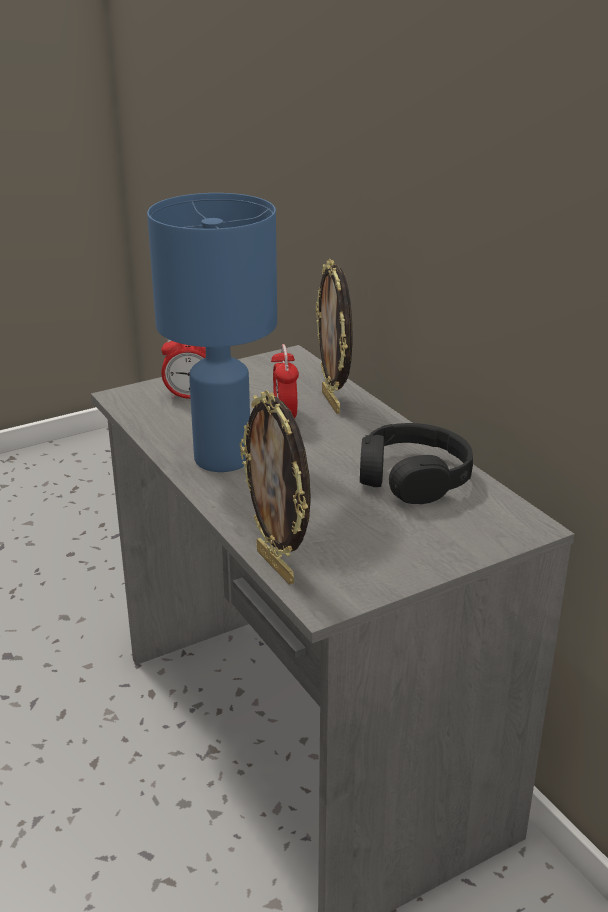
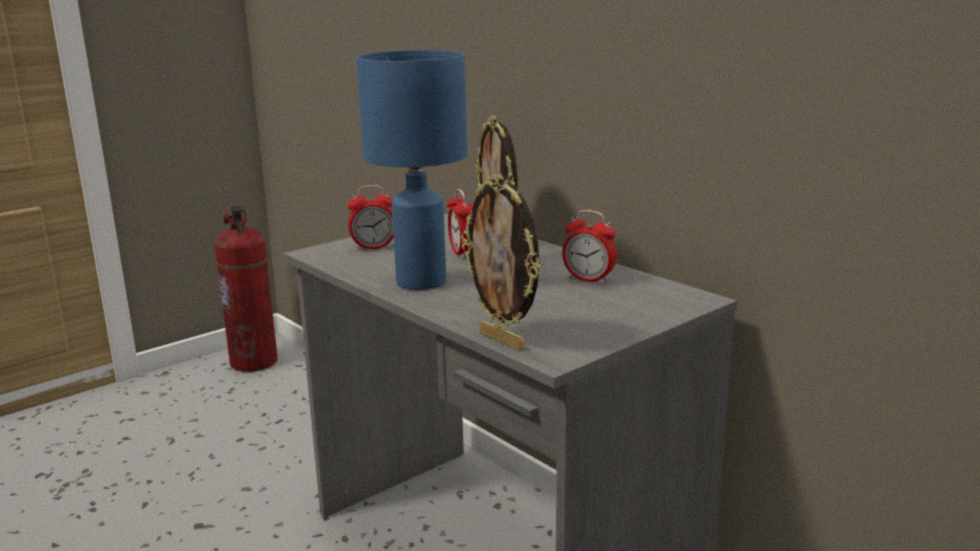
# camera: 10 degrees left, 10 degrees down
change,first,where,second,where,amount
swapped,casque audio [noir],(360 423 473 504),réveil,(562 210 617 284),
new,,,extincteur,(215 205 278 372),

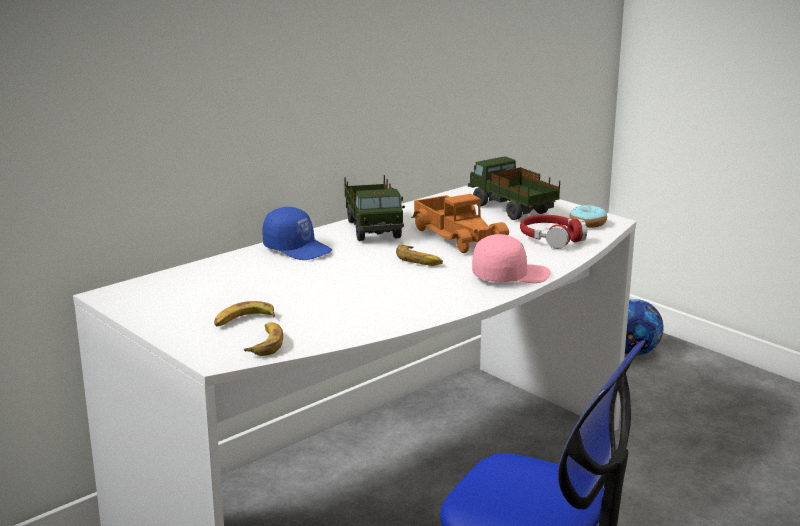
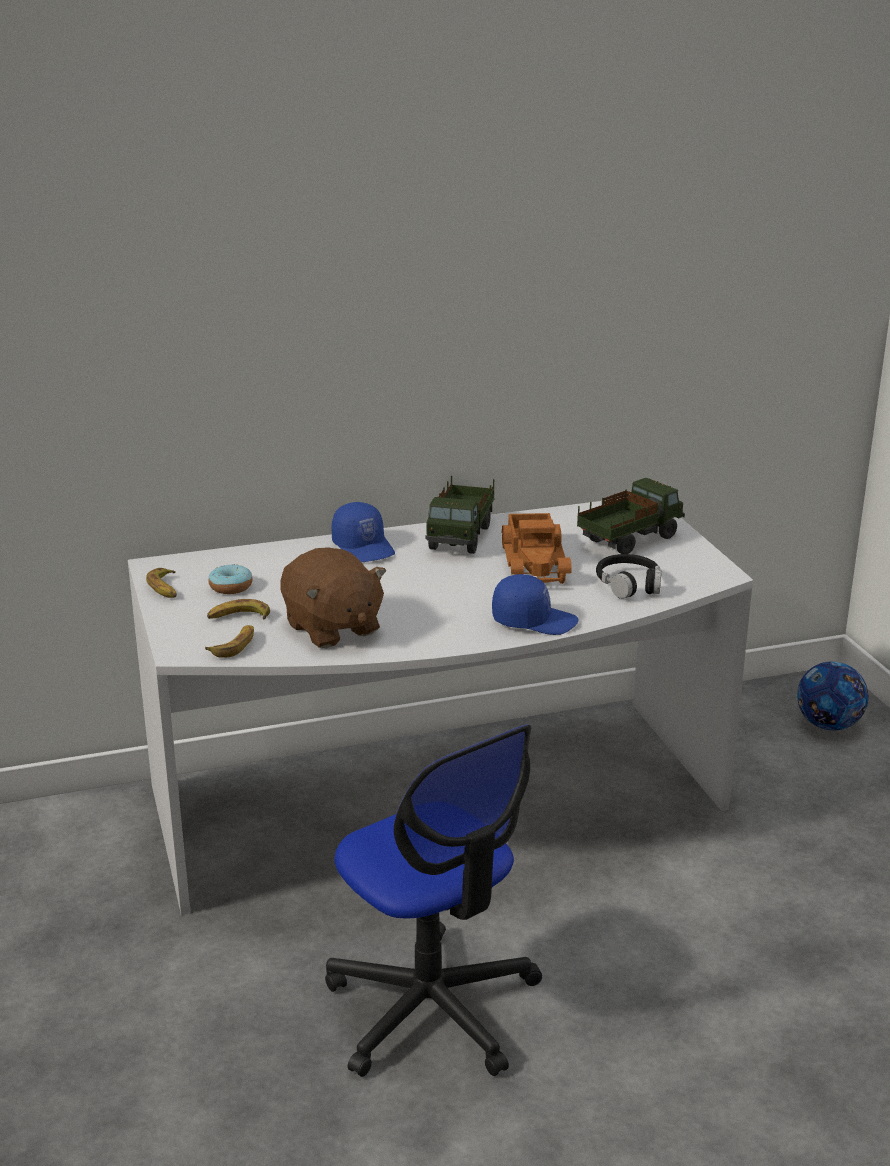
# camera: 25 degrees right, 5 degrees up
change,first,where,second,where,amount
shifted,banane,(396 245 443 266),,(146 568 177 598),
rotated,camion jouet,(468 156 560 220),,(577 478 685 554),60 degrees clockwise
repainted,casquette [rose],(472 234 551 283),casquette [bleu],(492 574 578 635),
repainted,casque audio [rouge],(520 215 587 249),casque audio [noir],(596 554 661 599),
shifted,beignet,(570 205 607 228),,(209 564 253 594),
new,,,peluche [marron],(280 547 386 648),

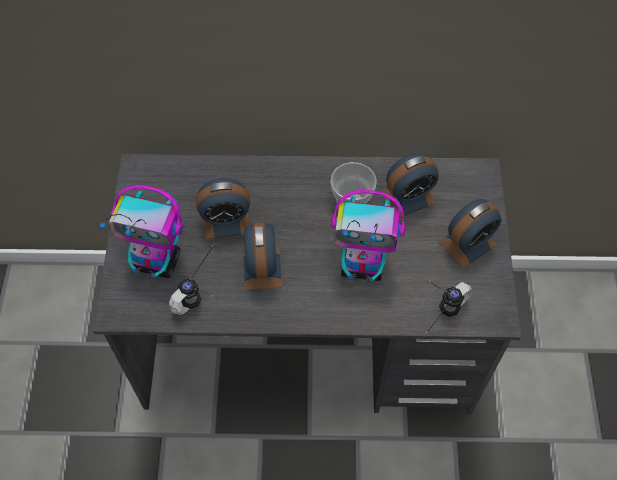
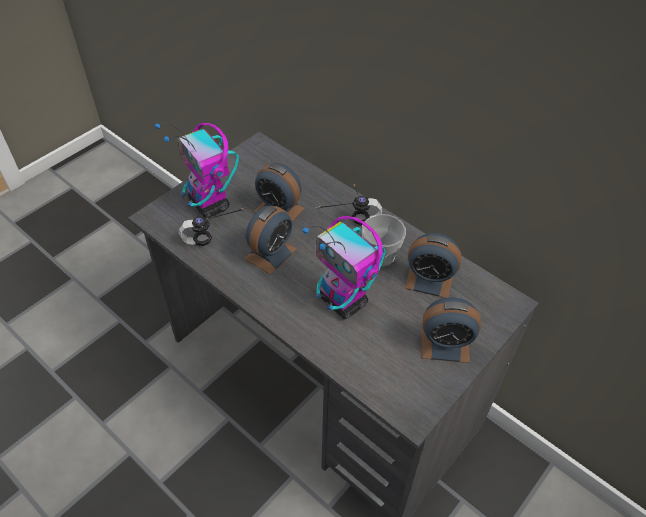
# camera: 40 degrees right, 10 degrees down
change,first,where,second,where,amount
shifted,casque audio,(424 281 473 336),,(316 184 383 225),

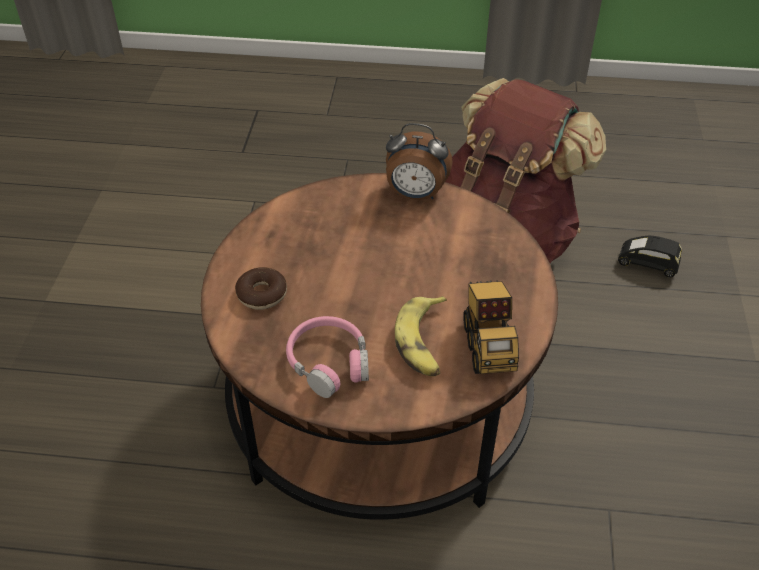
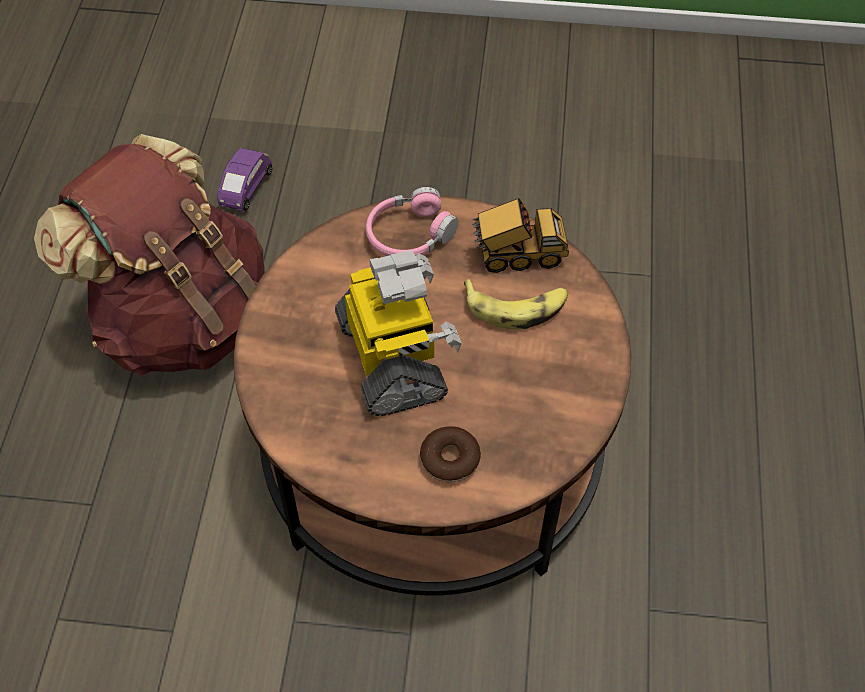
# camera: 90 degrees left, 10 degrees up
change,first,where,second,where,amount
shifted,casque audio [rose],(286 316 369 398),,(366 187 459 256),
gone,réveil,(386 123 453 200),,,
repainted,petite voiture [noir],(618 236 682 278),petite voiture [violet],(217 148 272 211),
new,,,robot jouet,(335 250 462 416),

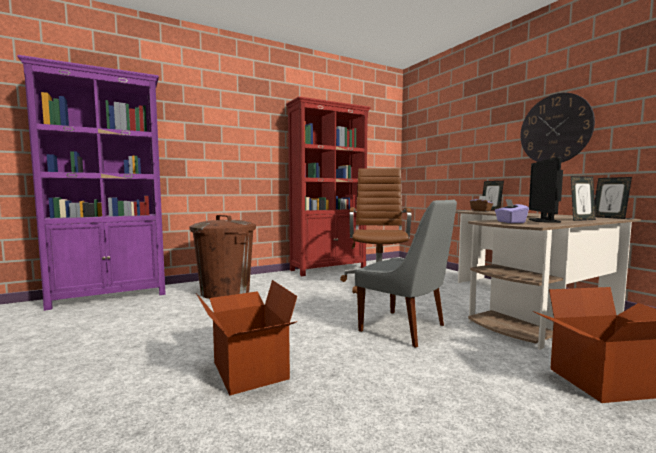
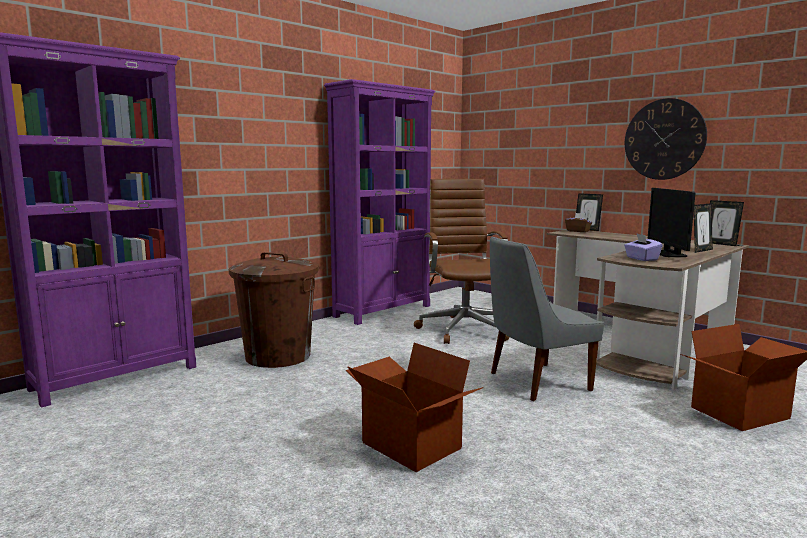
# camera: 15 degrees left, 5 degrees up
change,first,where,second,where,amount
repainted,bibliothèque [rouge],(286 96 371 276),bibliothèque [violet],(324 79 436 325),
rotated,chaise [gris],(355 200 457 348),,(490 236 604 401),135 degrees clockwise

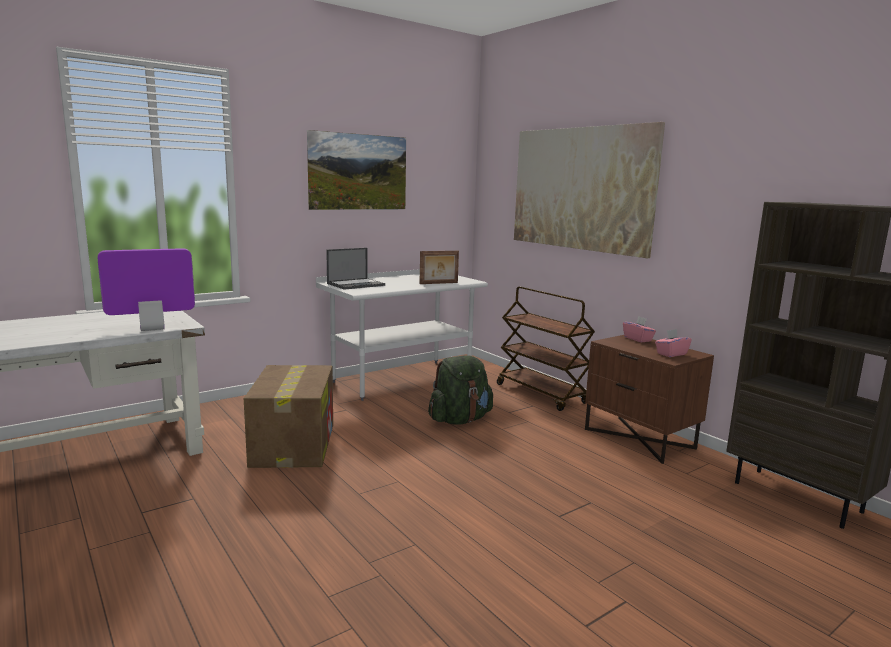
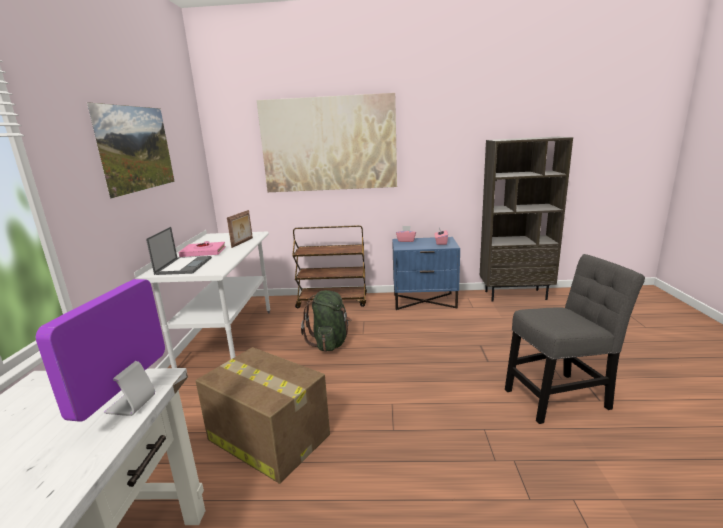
# camera: 50 degrees left, 5 degrees up
change,first,where,second,where,amount
repainted,table de chevet [marron],(585 335 714 464),table de chevet [bleu],(392 237 460 310),
new,,,livre [rose],(179 241 226 257),
new,,,chaise [gris],(505 254 645 424),

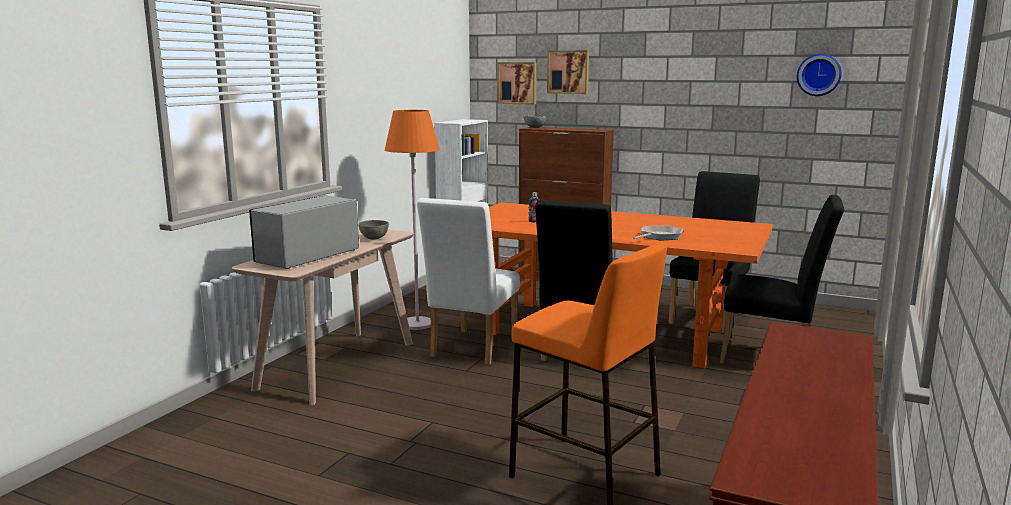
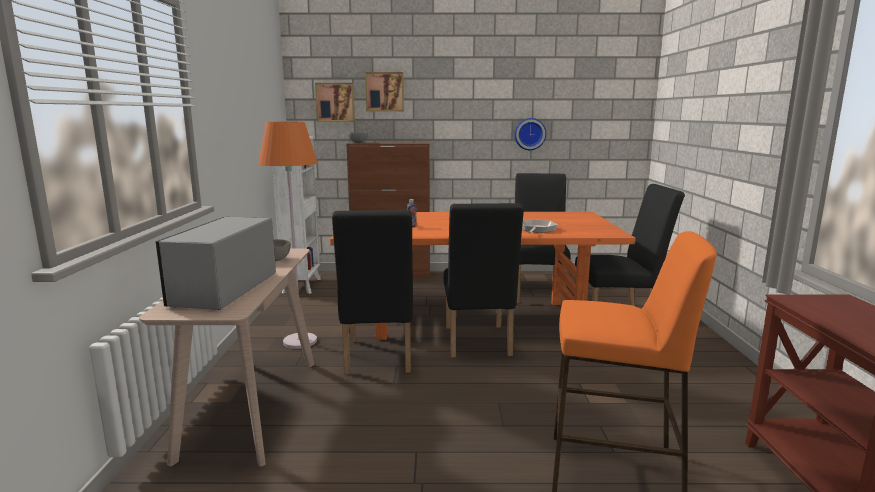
# camera: 25 degrees left, 0 degrees up
change,first,where,second,where,amount
repainted,chaise [blanc],(417 198 520 366),chaise [noir],(332 210 413 375),
shifted,horloge murale,(797 54 842 96),,(514 118 546 150),

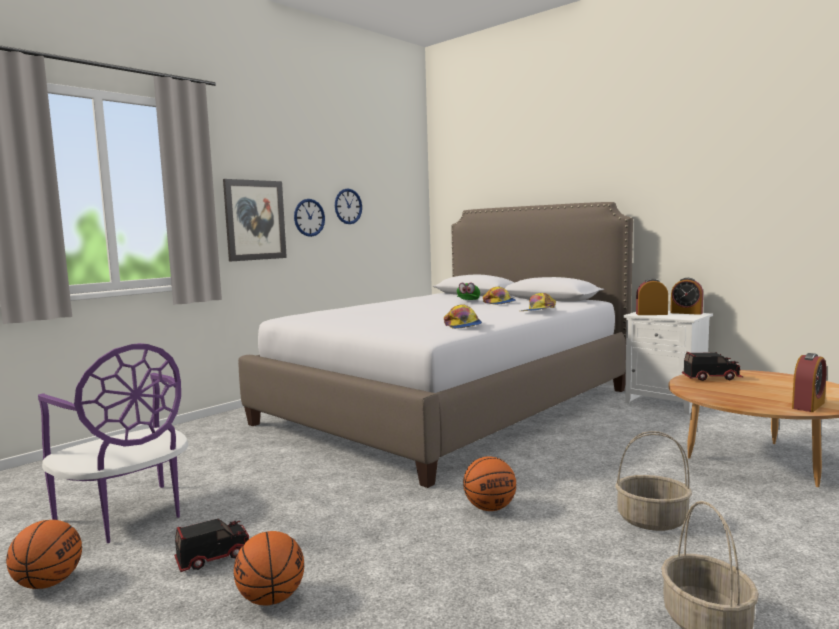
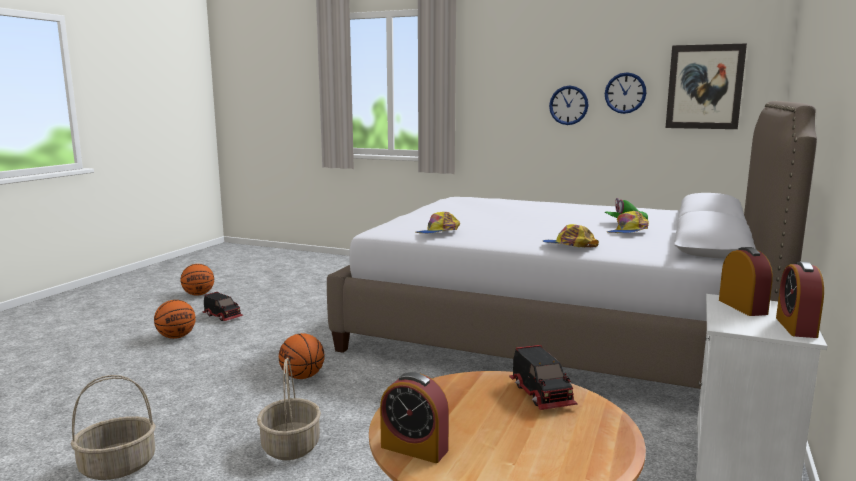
# camera: 70 degrees right, 5 degrees up
change,first,where,second,where,amount
gone,chaise [violet],(38 343 188 543),,,
shifted,tableau,(223 179 287 261),,(666 43 747 129),

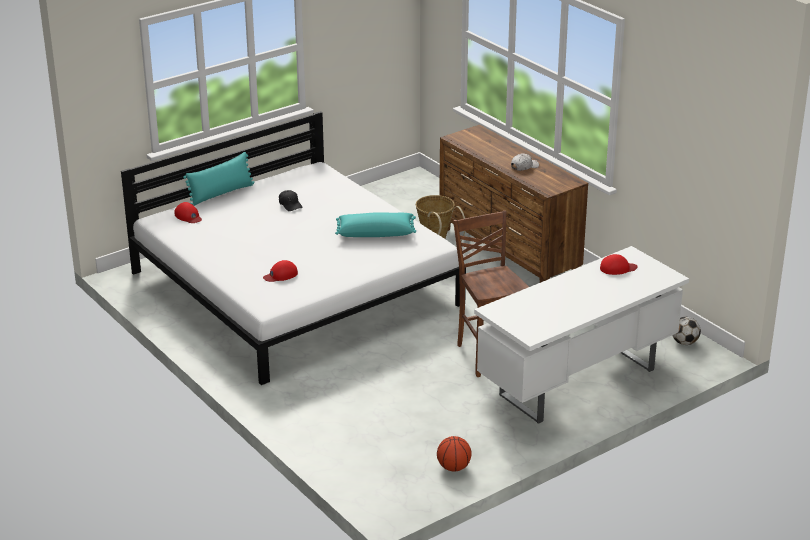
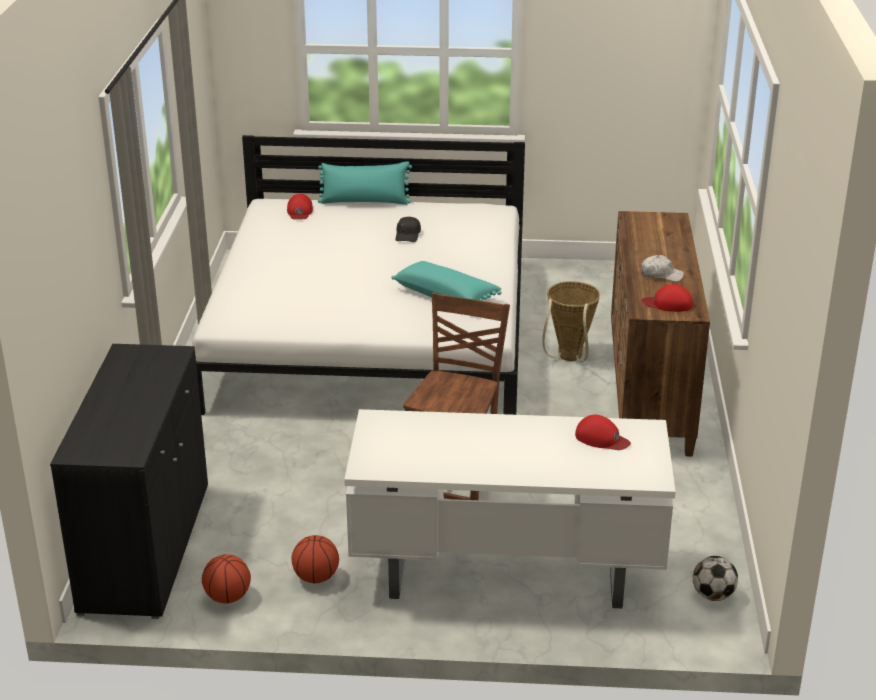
# camera: 40 degrees right, 0 degrees up
change,first,where,second,where,amount
shifted,casquette [rouge],(263 260 298 282),,(641 284 693 312),
new,,,meuble de rangement [noir],(50 344 208 619),
new,,,ballon de basket,(292 535 339 583),

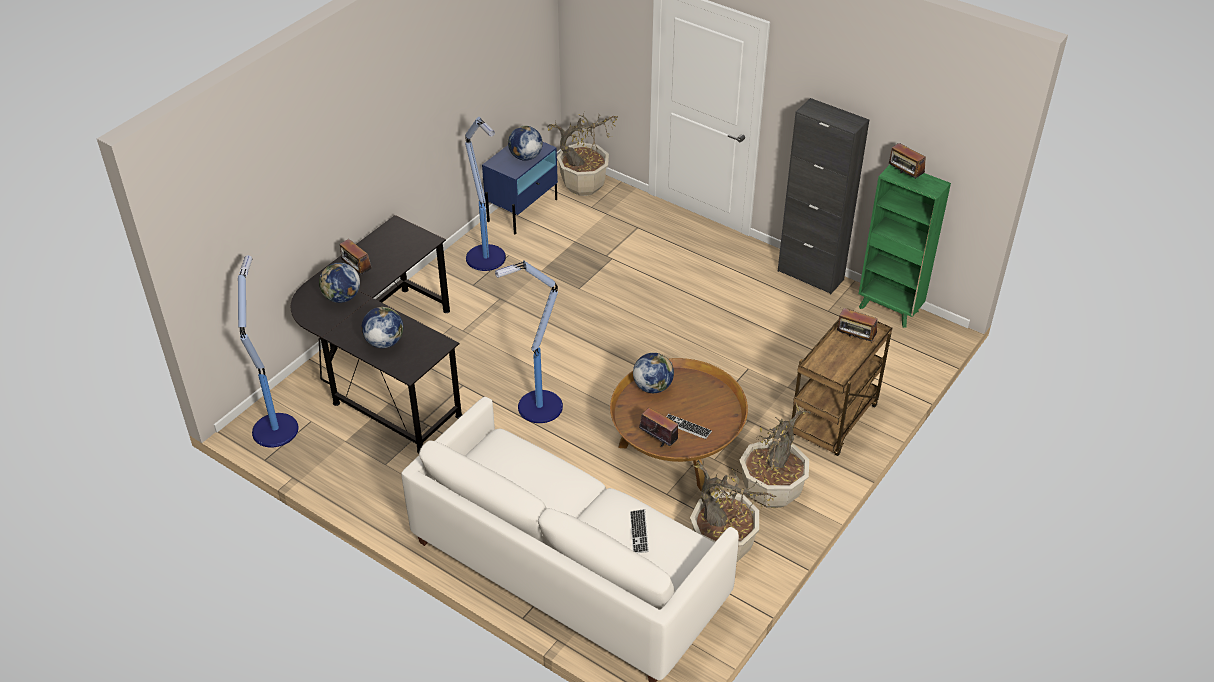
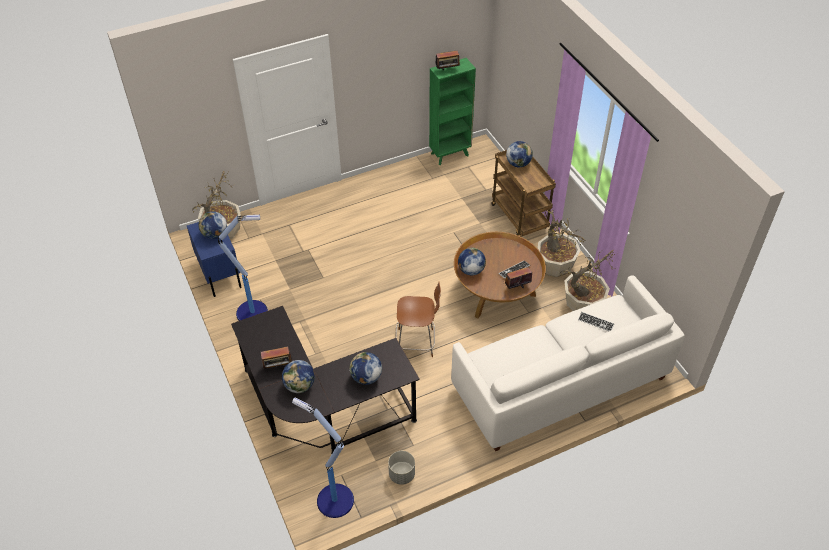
# camera: 60 degrees left, 5 degrees up
change,first,where,second,where,amount
swapped,lampadaire,(495 260 563 423),tabouret [marron],(395 283 441 357),
gone,meuble de rangement [noir],(778 98 869 294),,,
swapped,radio,(837 308 878 343),globe,(506 141 533 167),
new,,,cache-pot [gris],(388 451 415 485),

